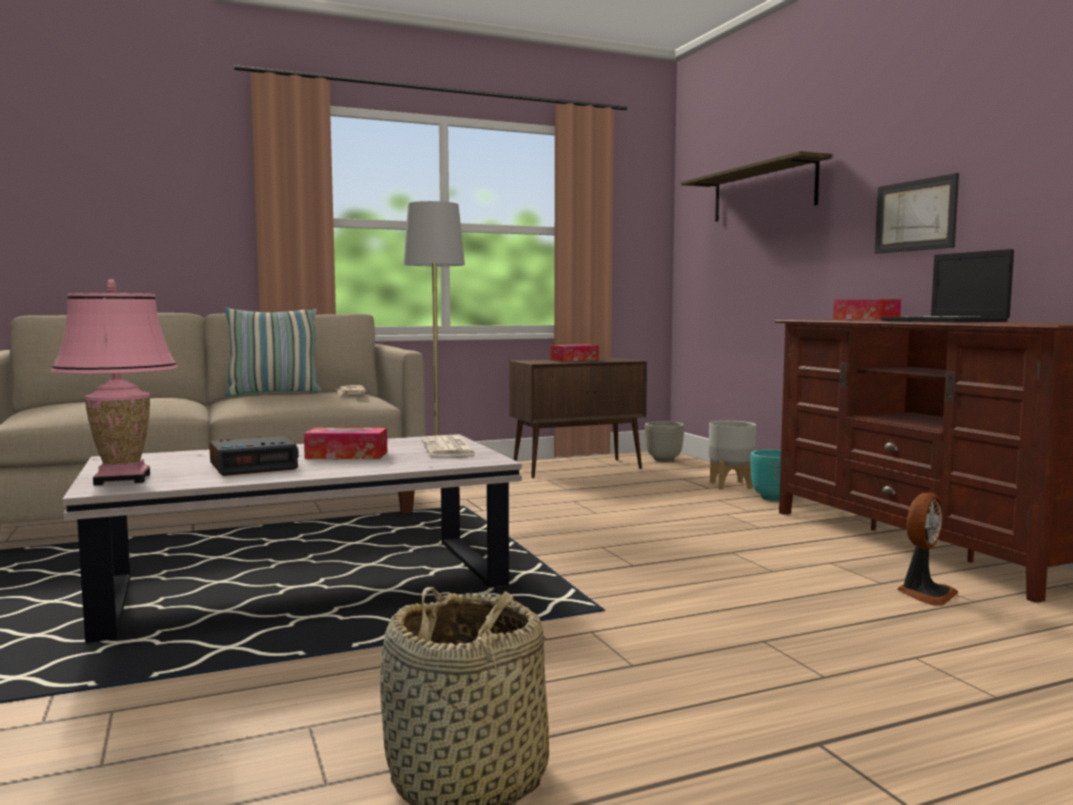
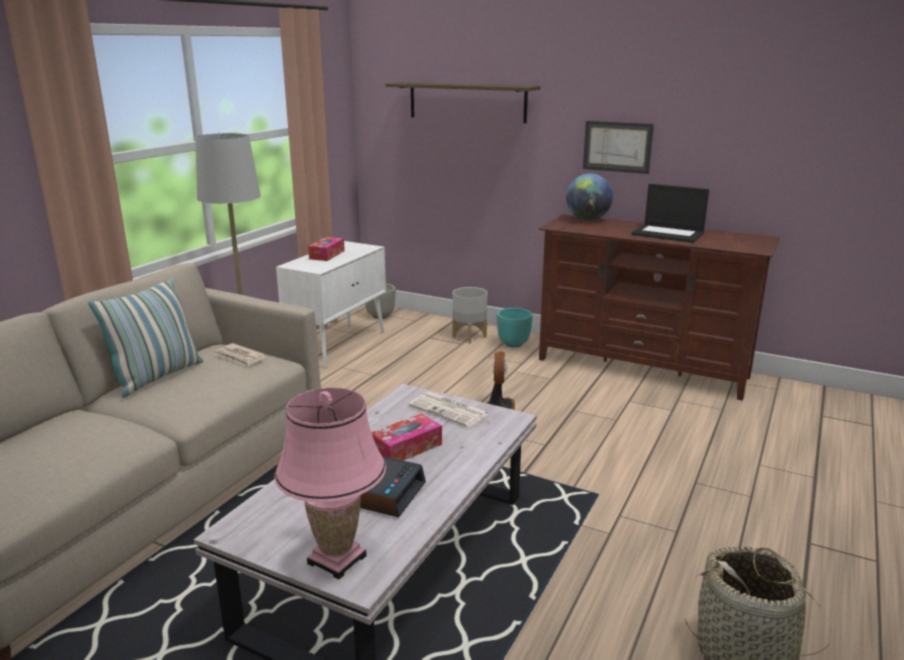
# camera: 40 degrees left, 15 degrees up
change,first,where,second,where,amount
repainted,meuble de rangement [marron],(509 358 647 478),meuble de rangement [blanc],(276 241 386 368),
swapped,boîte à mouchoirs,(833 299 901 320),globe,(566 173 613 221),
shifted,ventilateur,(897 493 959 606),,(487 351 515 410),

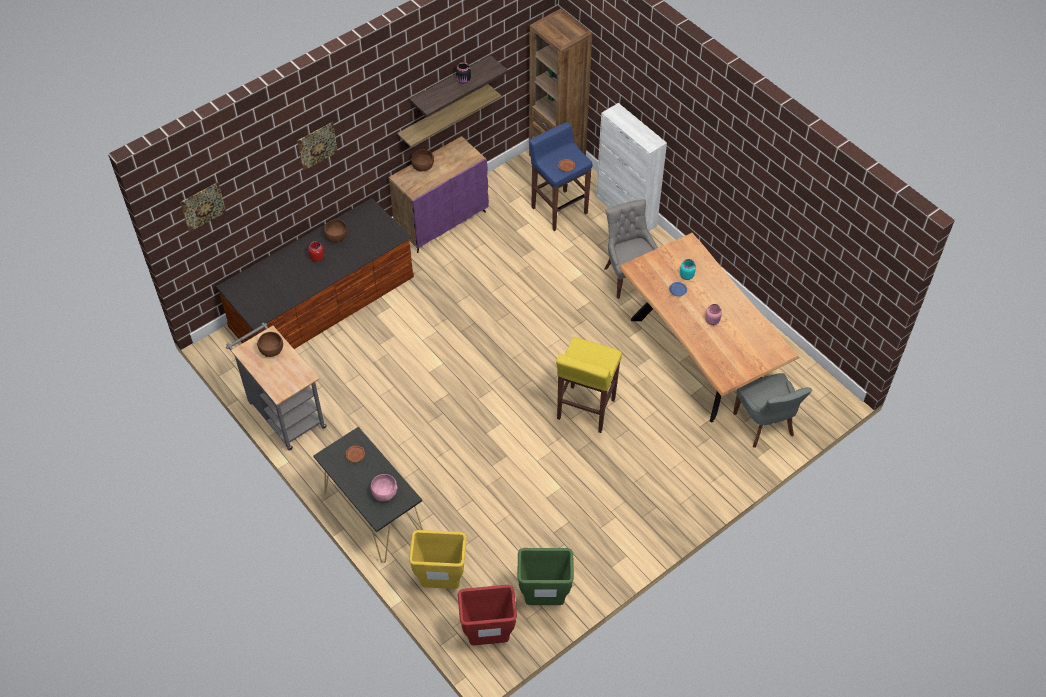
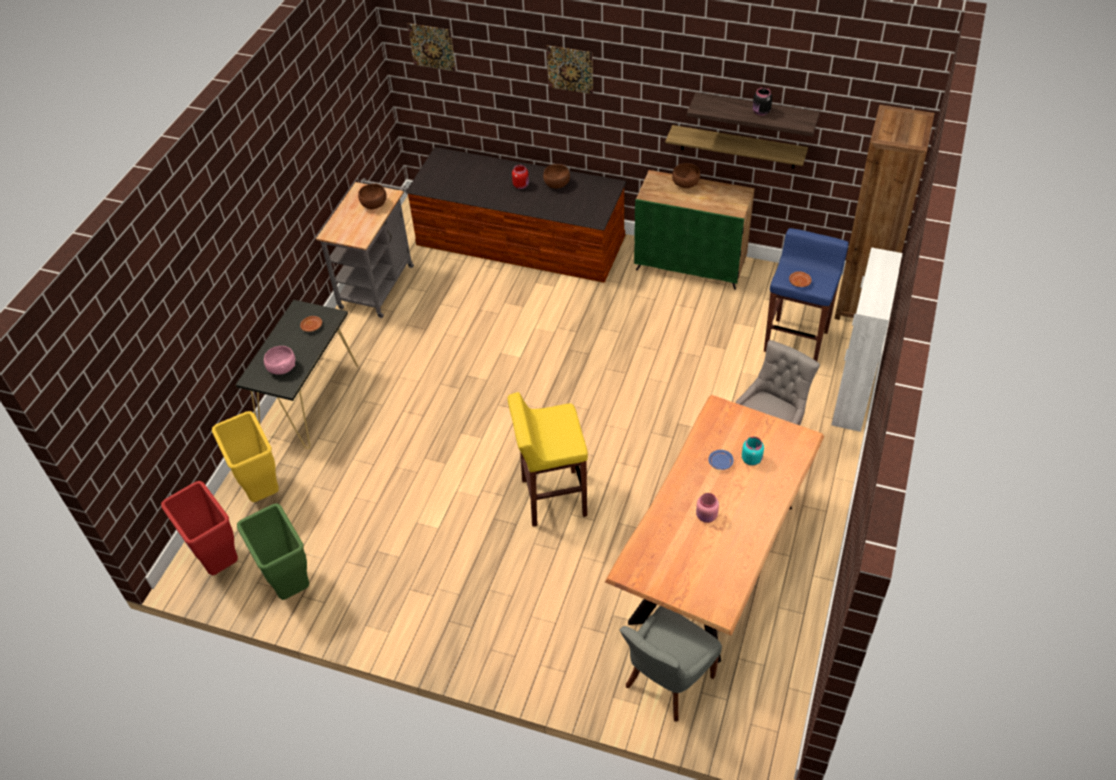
# camera: 60 degrees right, 5 degrees down
change,first,where,second,where,amount
repainted,meuble de rangement [violet],(389 136 489 253),meuble de rangement [vert],(634 170 754 290),

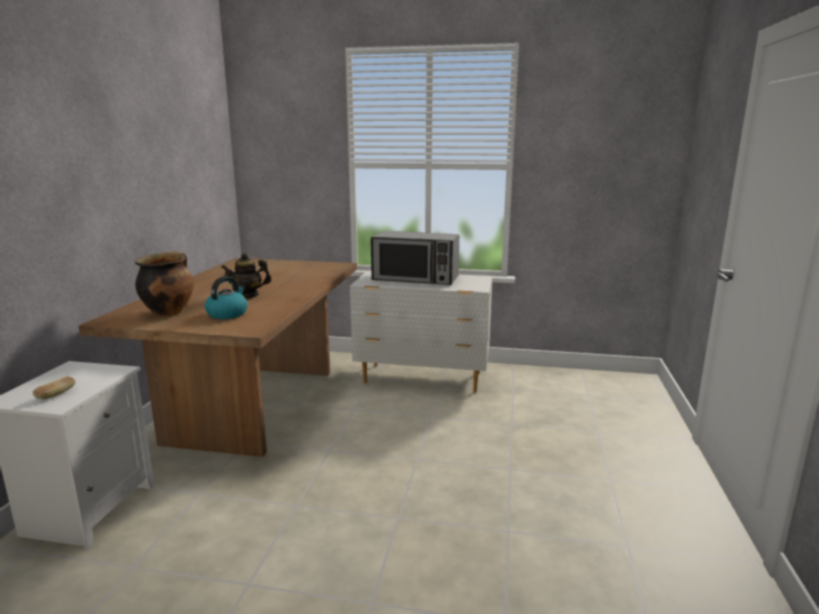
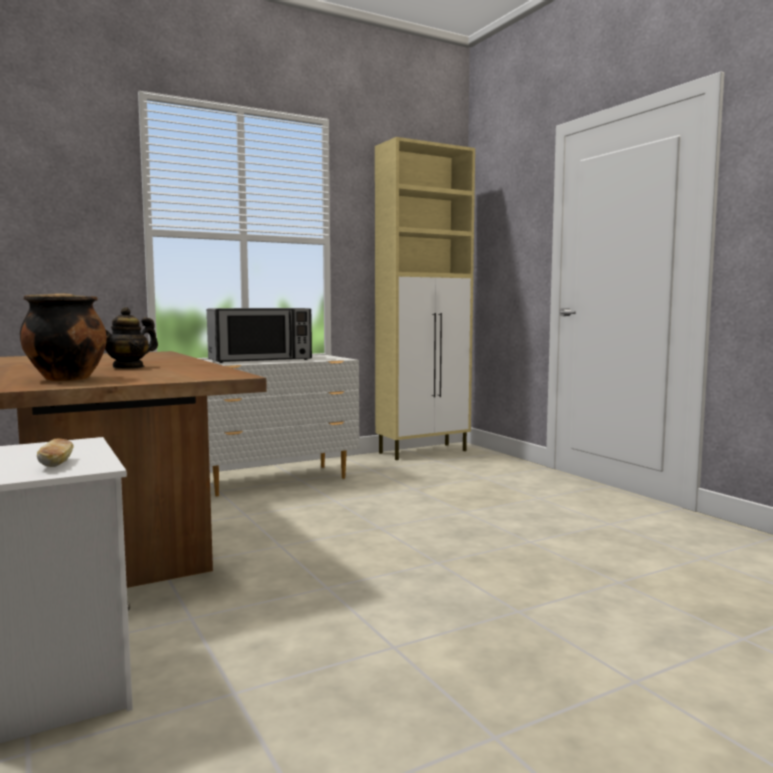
# camera: 40 degrees left, 10 degrees down
change,first,where,second,where,amount
gone,bouilloire,(205 276 248 319),,,
new,,,meuble de rangement [beige],(375 137 475 460),

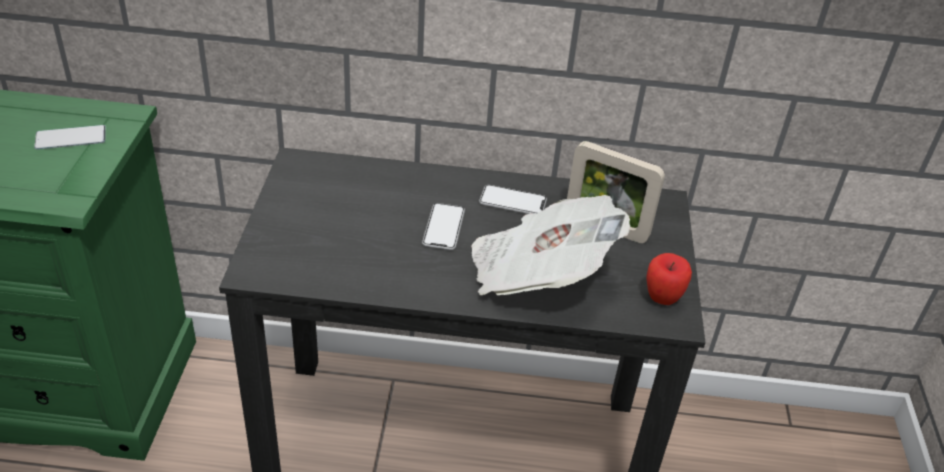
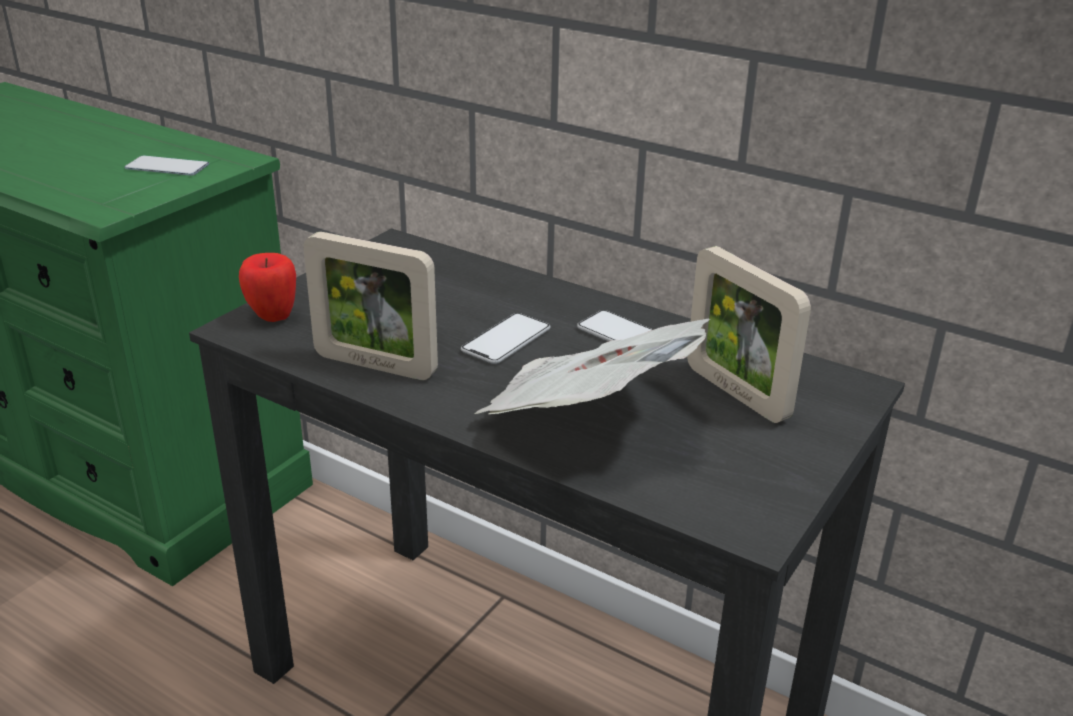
# camera: 30 degrees right, 10 degrees down
change,first,where,second,where,amount
shifted,pomme,(647 253 692 305),,(239 253 296 322),
new,,,cadre photo,(303 232 438 380),

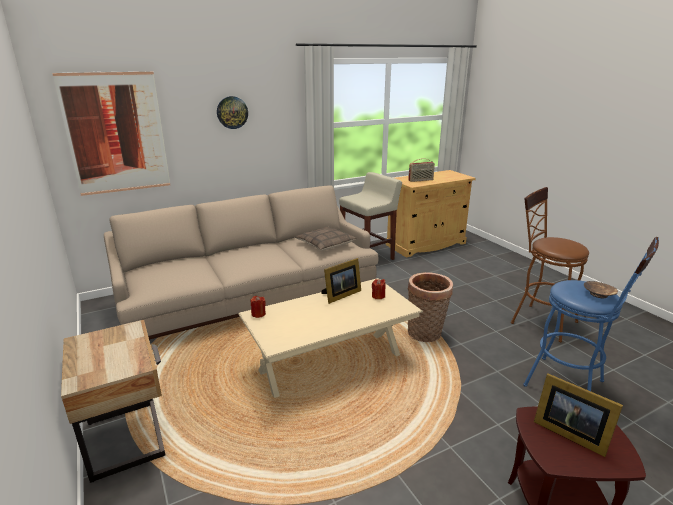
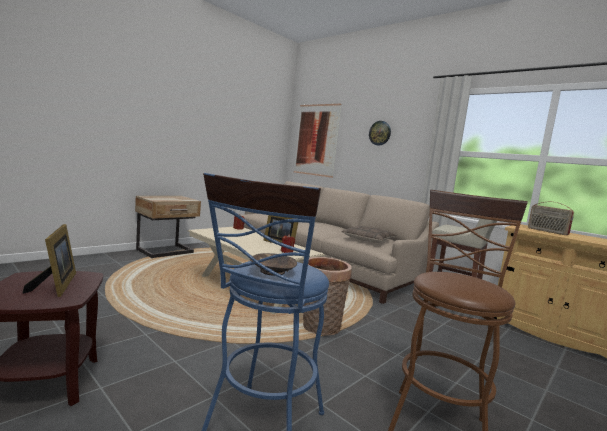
# camera: 70 degrees right, 15 degrees down
change,first,where,second,where,amount
rotated,cadre photo,(534 373 623 457),,(22 224 76 297),135 degrees clockwise

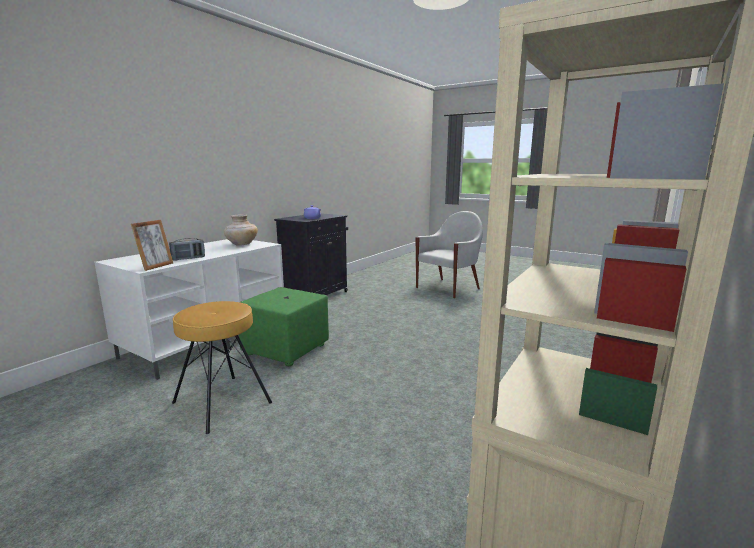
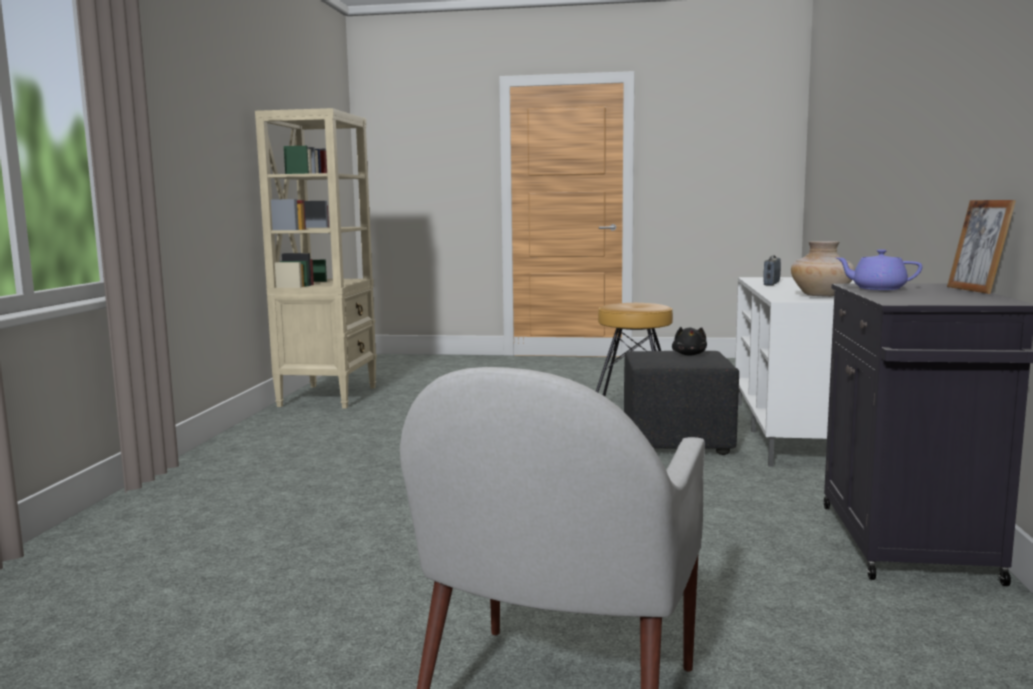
# camera: 155 degrees right, 5 degrees down
change,first,where,second,where,amount
shifted,cadre photo,(131 220 173 271),,(947 200 1016 294),
repainted,pouf [vert],(239 287 329 366),pouf [noir],(624 351 739 455),
new,,,peluche [noir],(672 327 707 356),

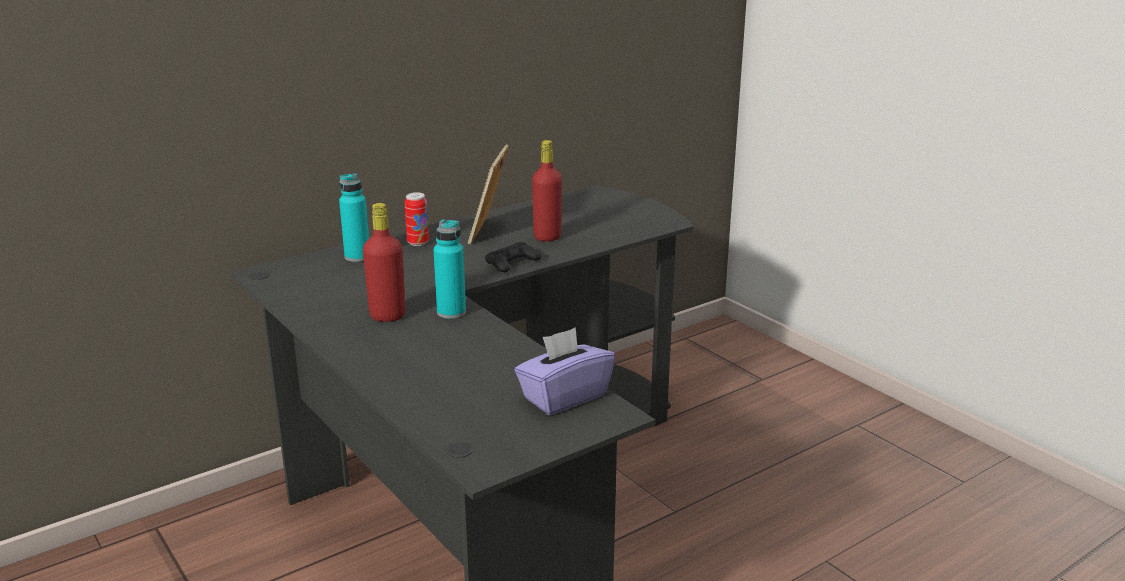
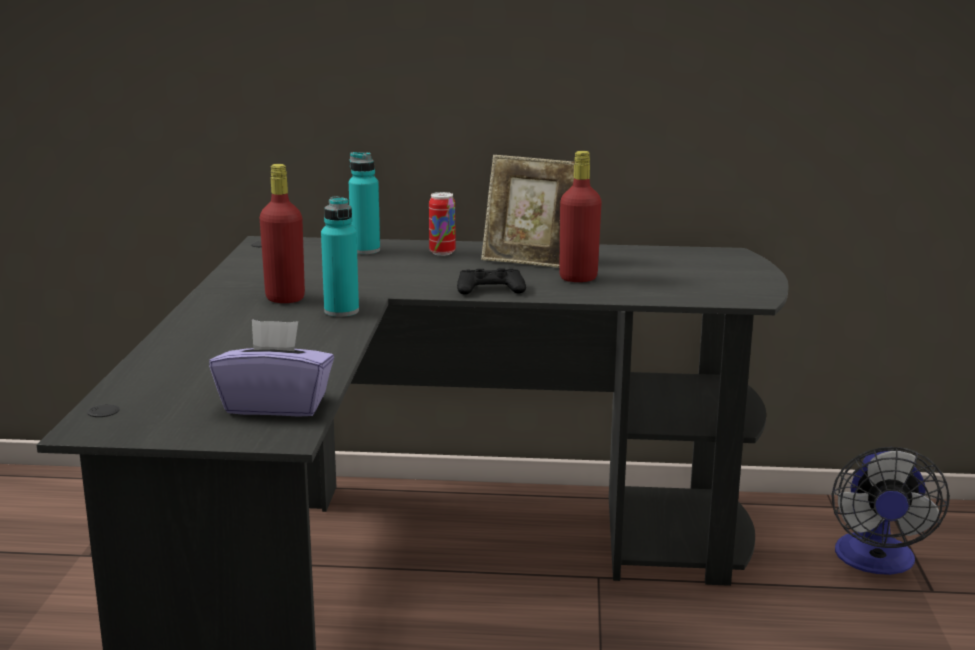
# camera: 40 degrees right, 5 degrees down
change,first,where,second,where,amount
rotated,cadre photo,(468 144 509 244),,(481 155 575 268),120 degrees counterclockwise
new,,,ventilateur,(832 447 950 575),

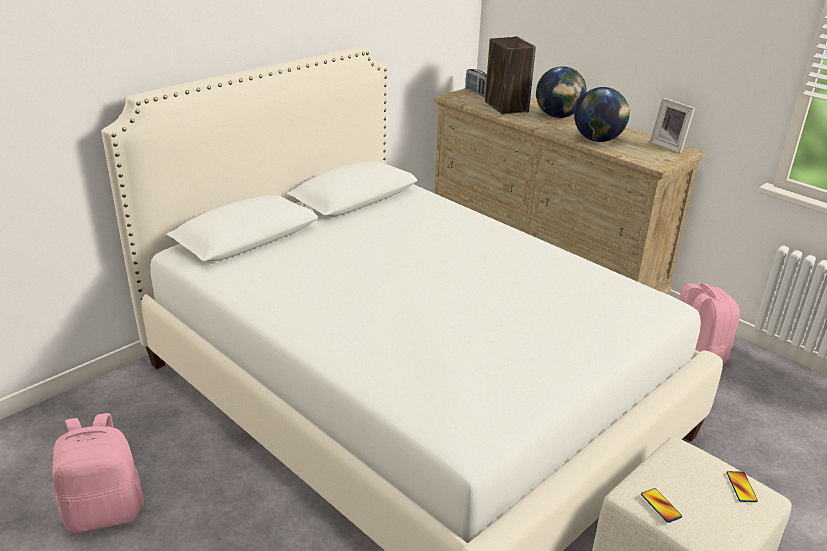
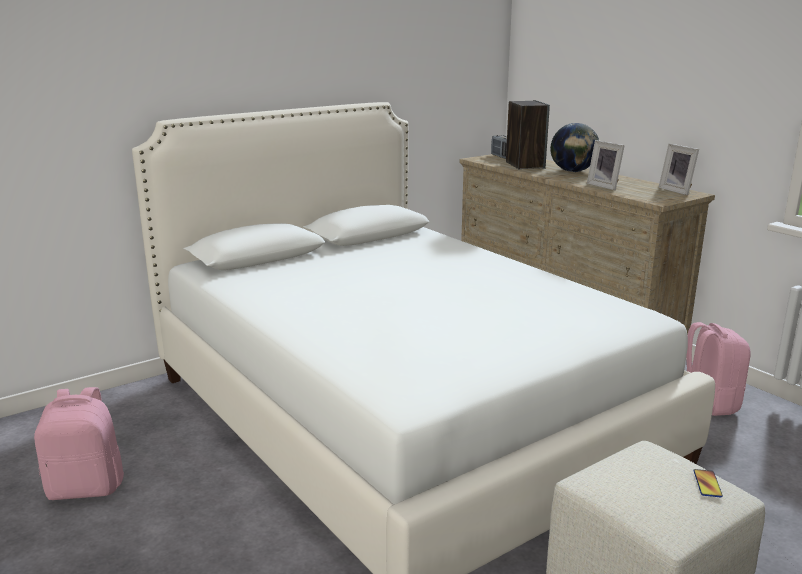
# camera: 10 degrees right, 10 degrees down
change,first,where,second,where,amount
swapped,globe,(574 87 630 142),cadre photo,(587 140 625 190),
gone,téléphone,(641 488 682 523),,,

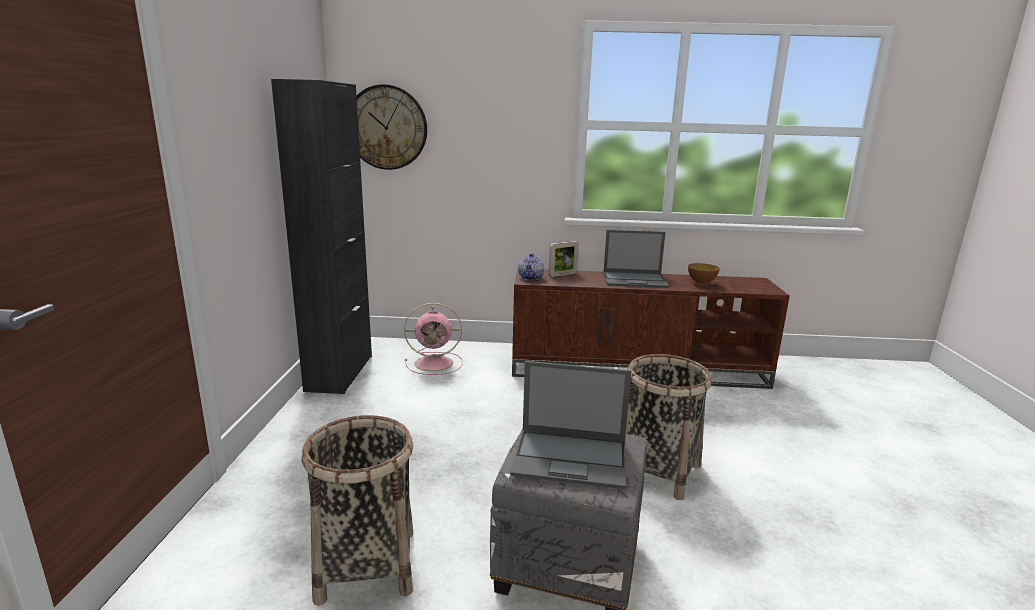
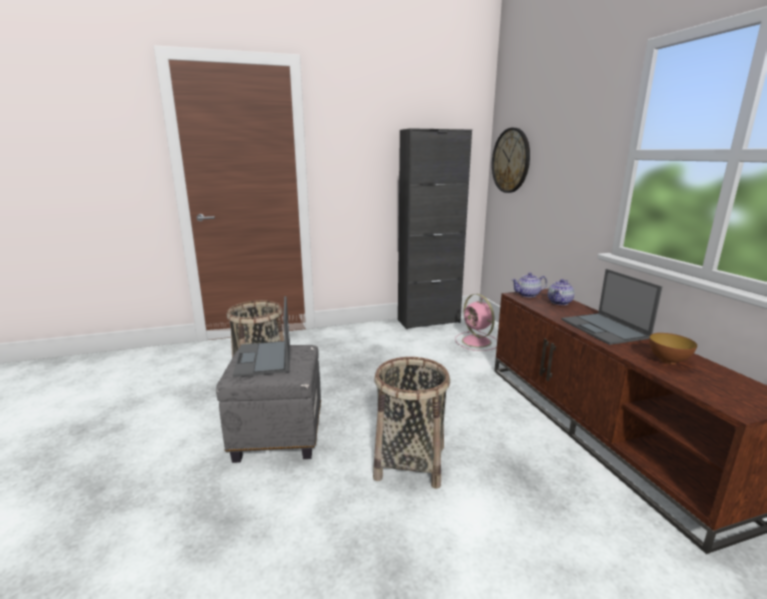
# camera: 70 degrees right, 0 degrees up
change,first,where,second,where,amount
swapped,cadre photo,(548 241 579 277),théière,(548 279 575 305),

